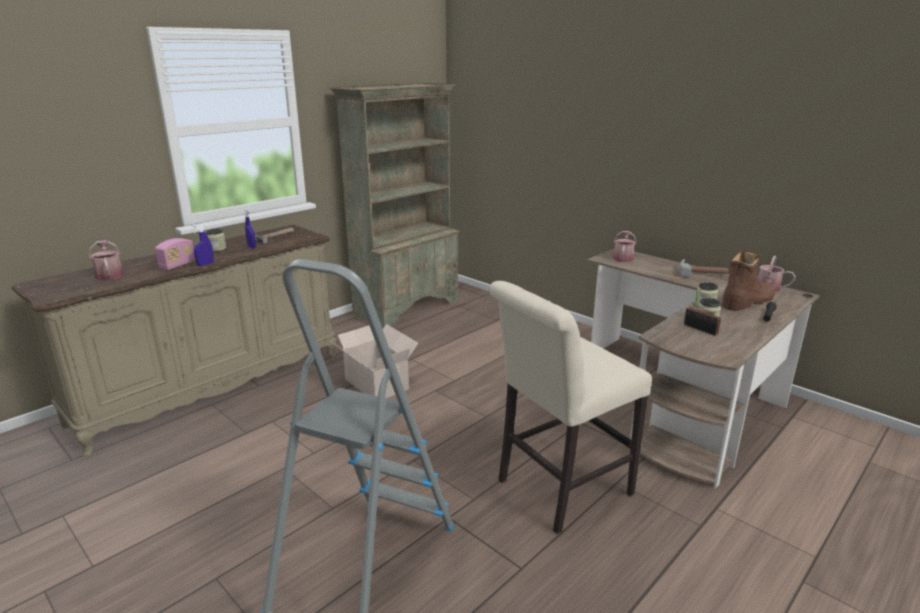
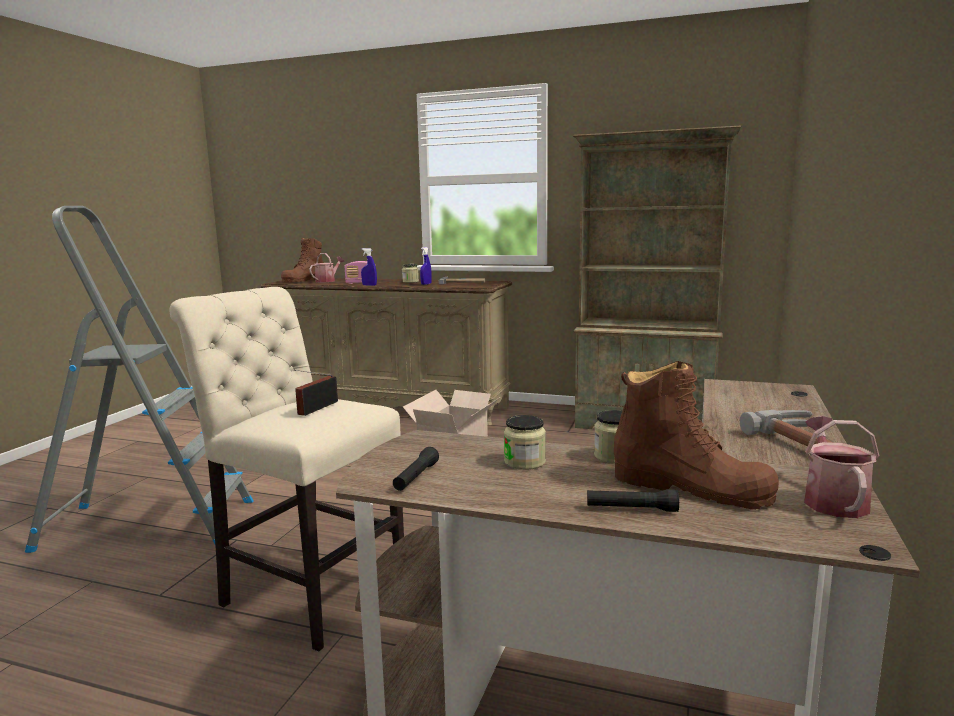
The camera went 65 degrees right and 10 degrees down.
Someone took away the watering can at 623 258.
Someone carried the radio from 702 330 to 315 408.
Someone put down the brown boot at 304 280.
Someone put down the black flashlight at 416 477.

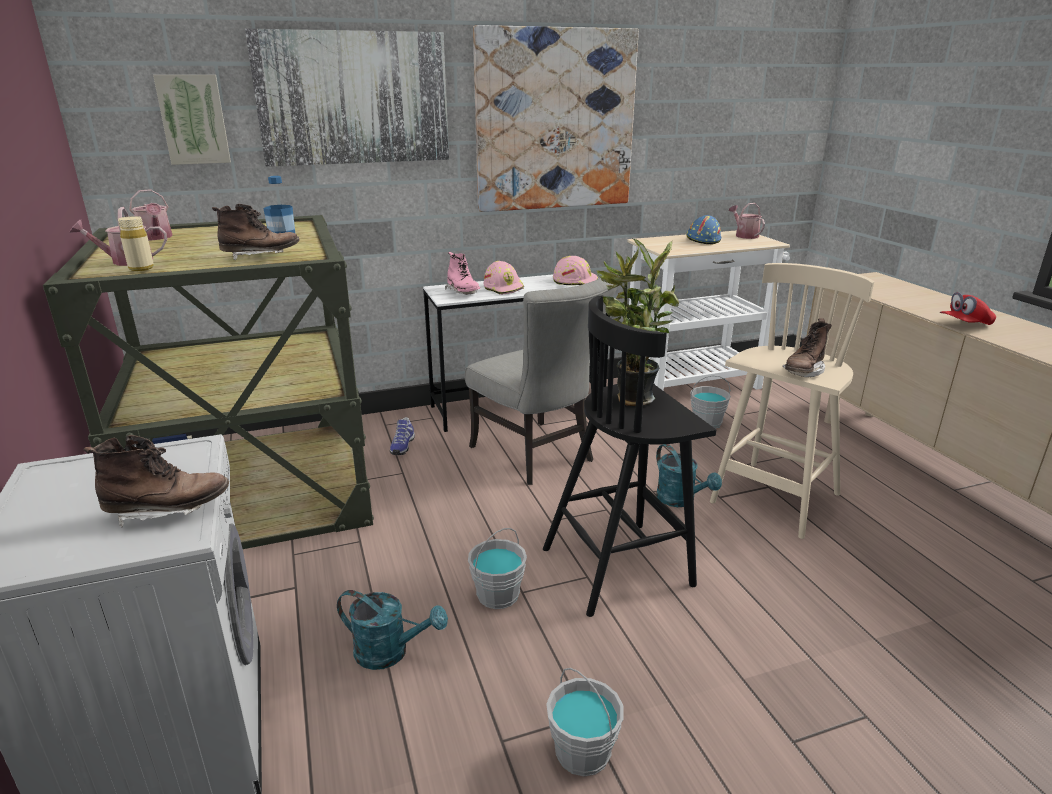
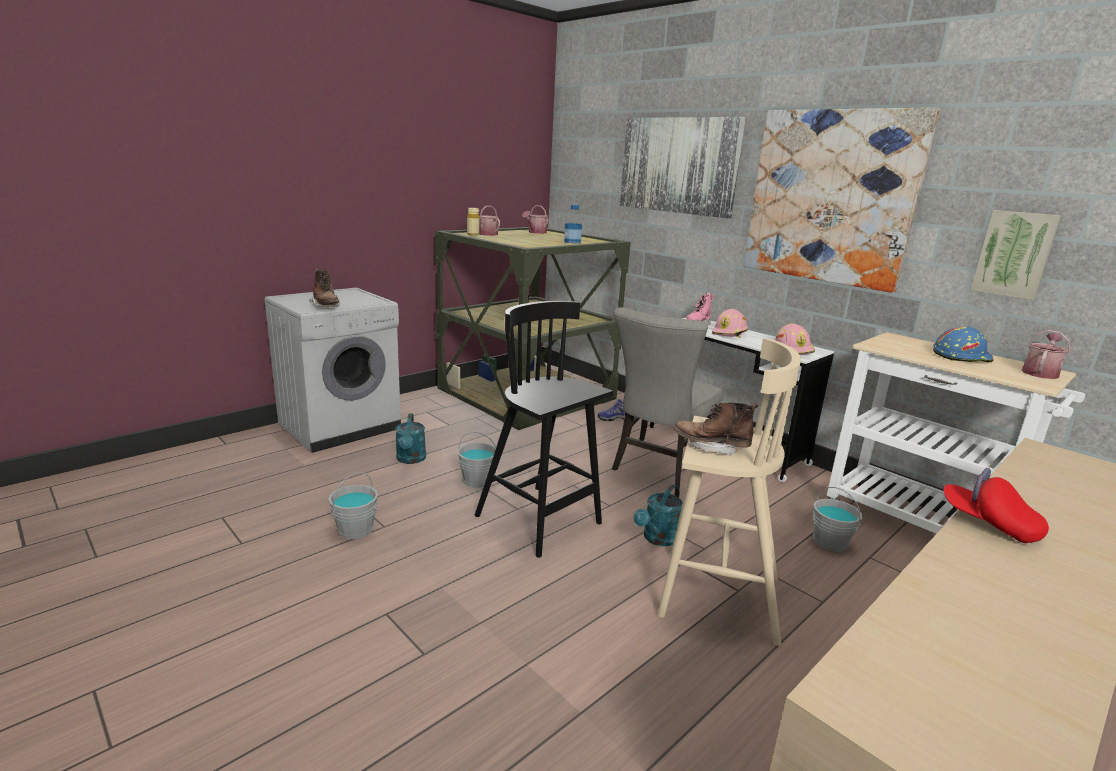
The camera went 65 degrees right and 5 degrees down.
Someone carried the picture from 193 119 to 1014 254.
Someone took away the brown boot at 261 256.
Someone took away the potted plant at 630 399.

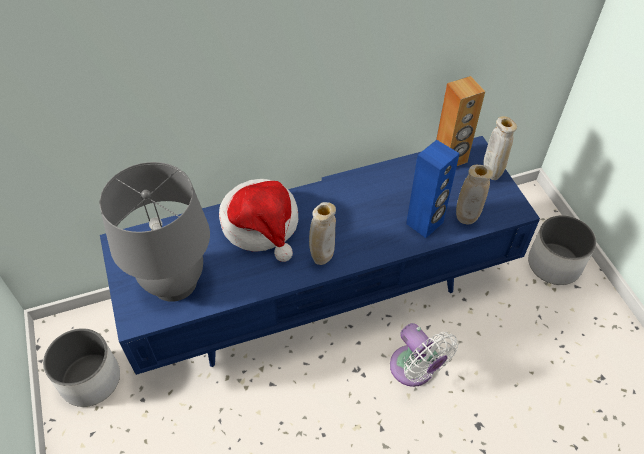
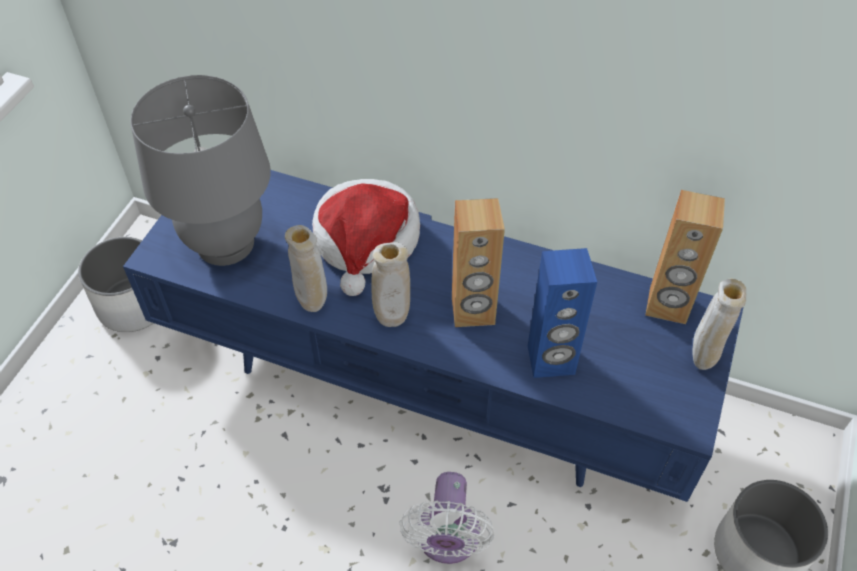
The camera went 40 degrees right and 0 degrees up.
Someone carried the beige vase from 466 219 to 313 303.
Someone put down the brown speaker at 473 311.

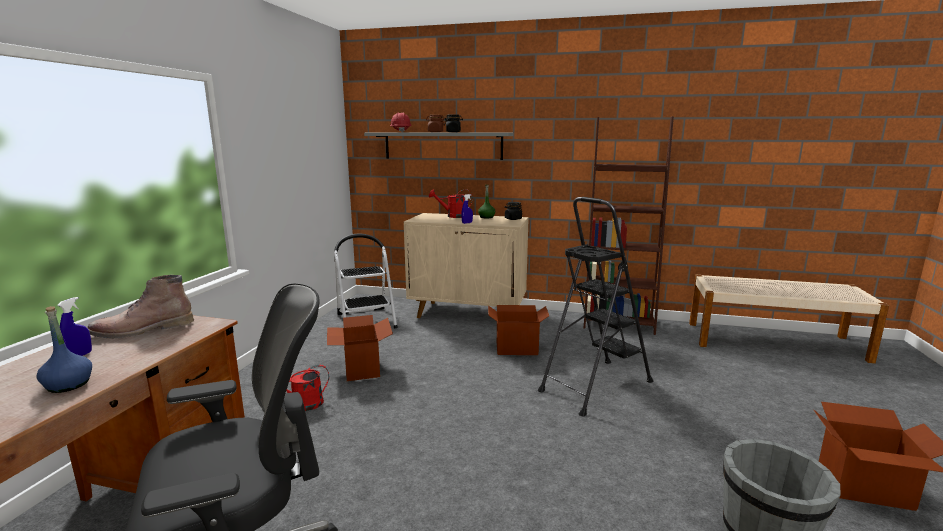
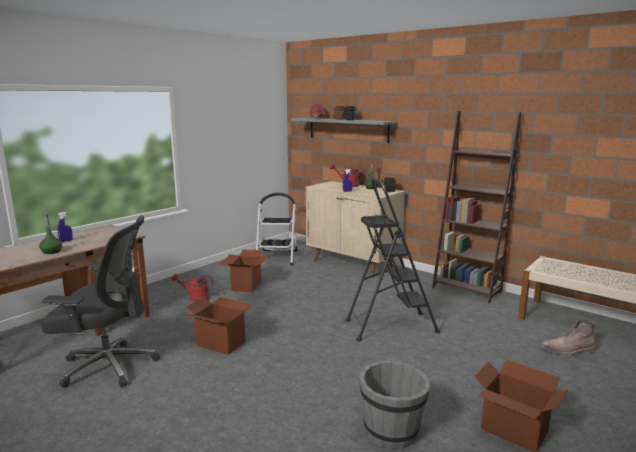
The camera went 25 degrees right and 0 degrees up.
Someone carried the brown boot from 142 330 to 567 350.
Someone carried the cardboard box from 516 348 to 221 343.
Someone repainted the blue bottle at 68 385, which became the green bottle at 52 251.

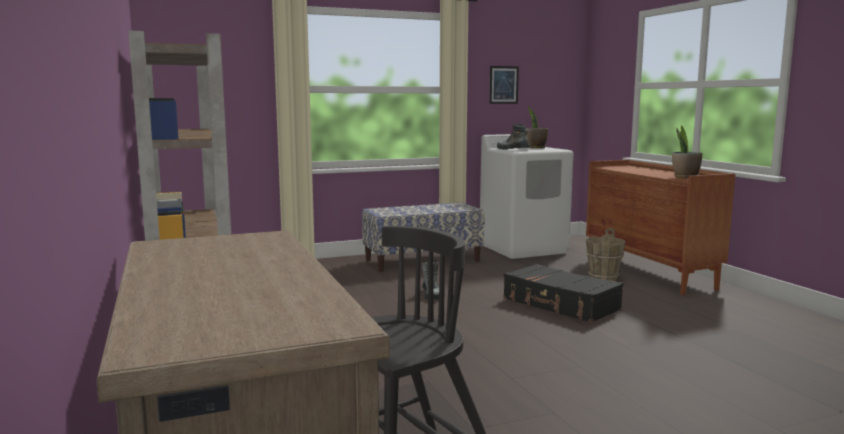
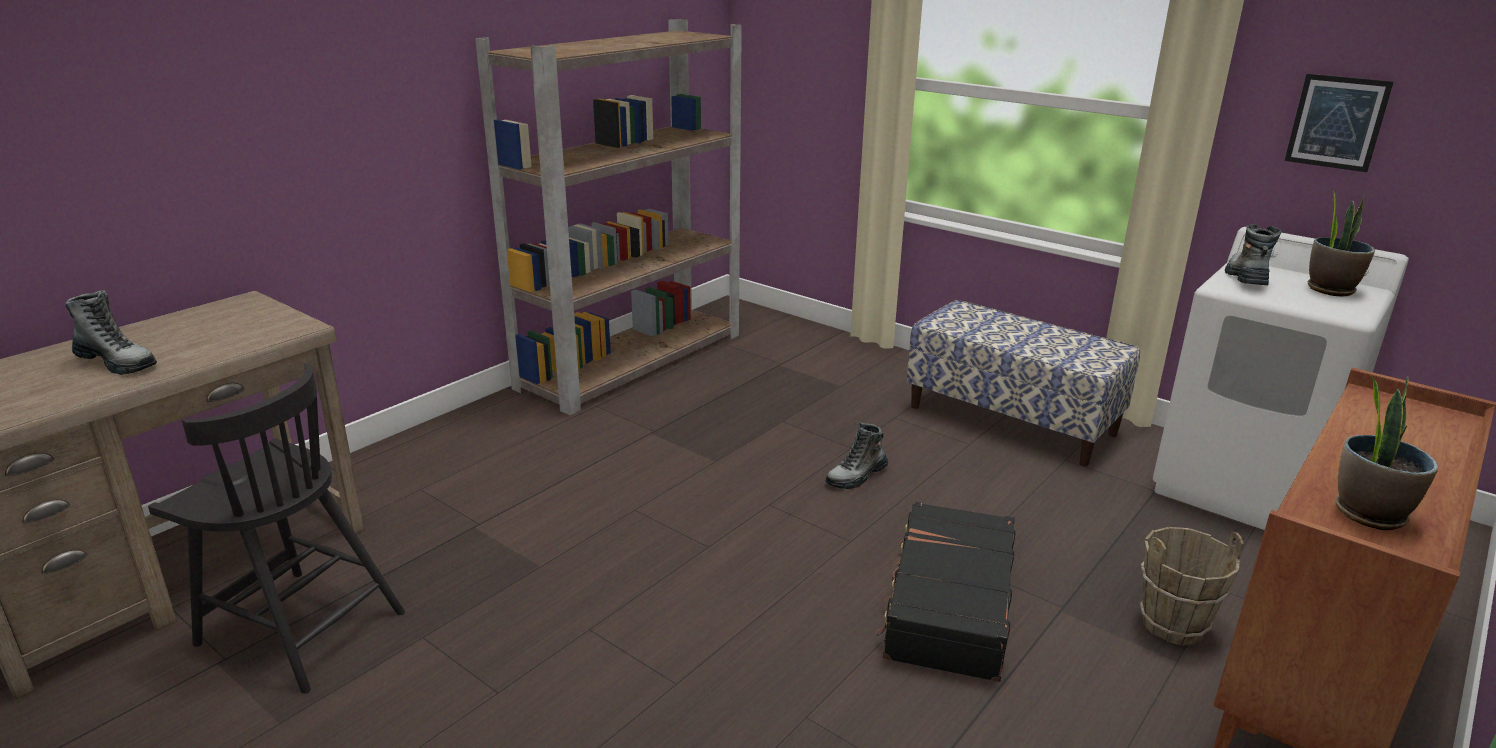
The camera went 60 degrees right and 15 degrees up.
Someone put down the boot at 117 363.

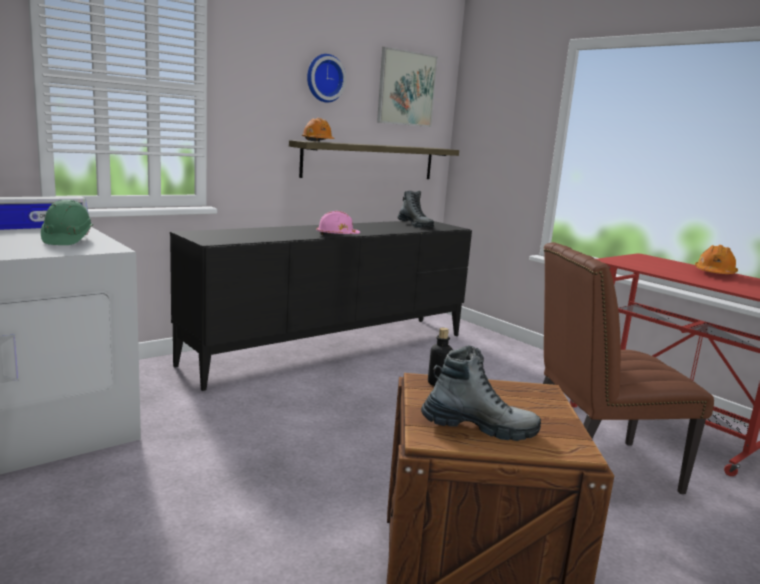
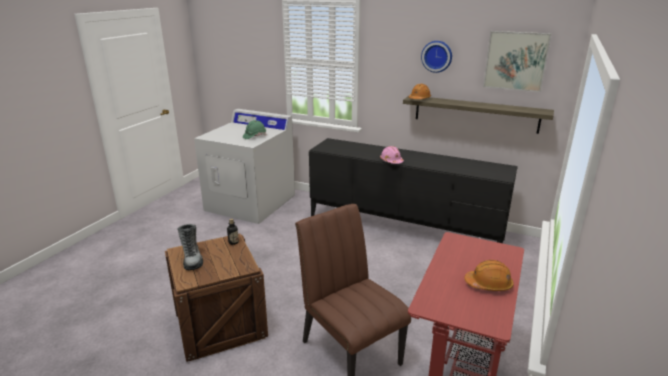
The camera went 65 degrees right and 10 degrees up.
Someone took away the boot at 415 225.

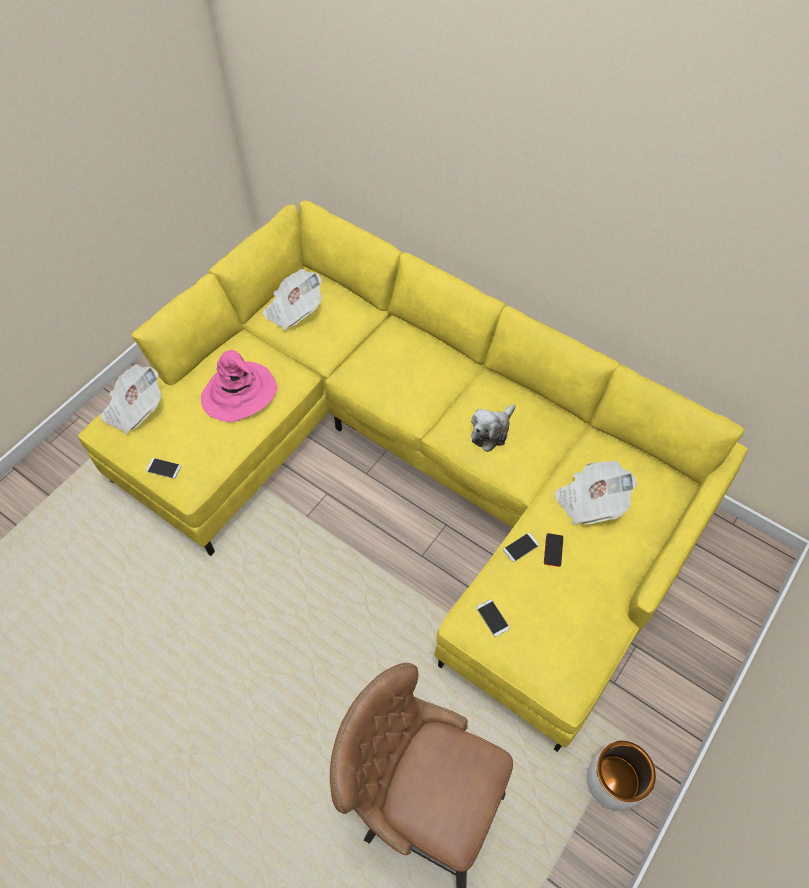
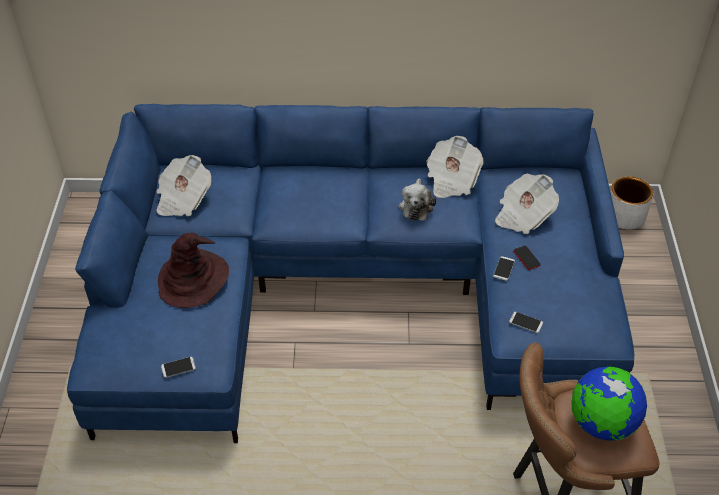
The camera went 35 degrees left and 10 degrees down.
Someone repainted the yellow sofa at 415 469, which became the blue sofa at 351 287.
Someone repainted the pink hat at 239 393, which became the brown hat at 193 280.
Someone carried the newspaper from 135 409 to 451 180.
Someone carried the white planter from 615 781 to 624 216.
Someone put down the globe at 601 423.

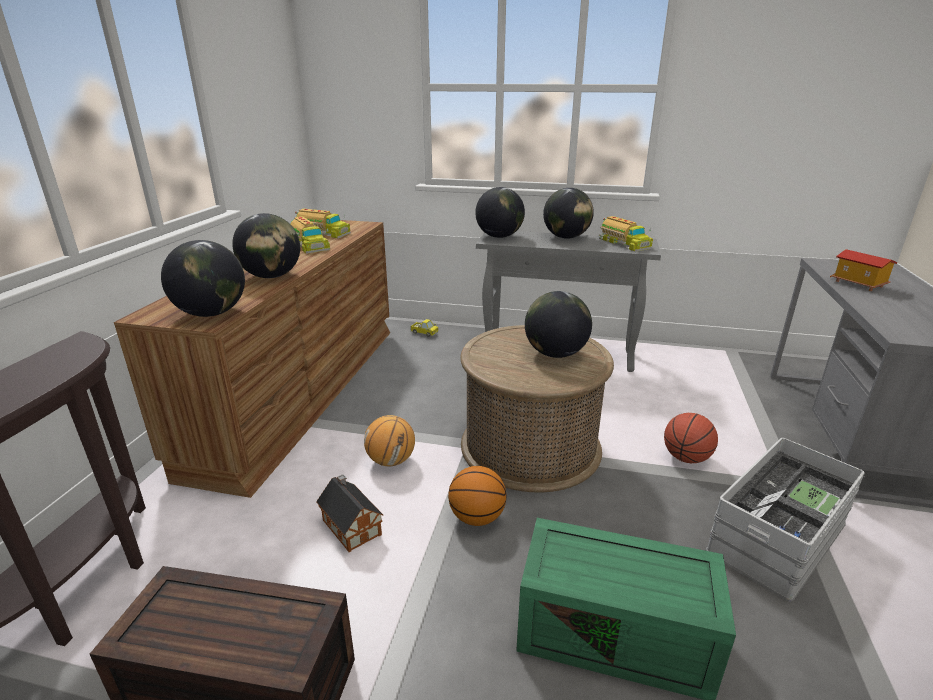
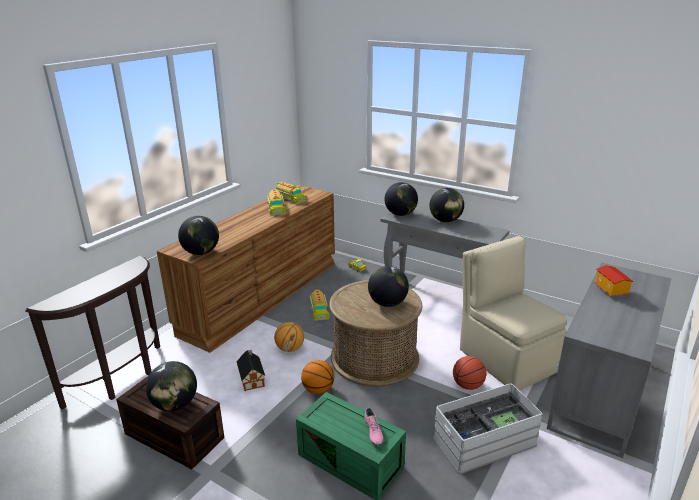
The camera went 20 degrees right and 0 degrees up.
Someone carried the globe from 271 276 to 175 404.
Someone carried the toy truck from 623 243 to 318 310.
Someone put down the beige chair at 505 359.
Someone put down the pink shoe at 373 432.

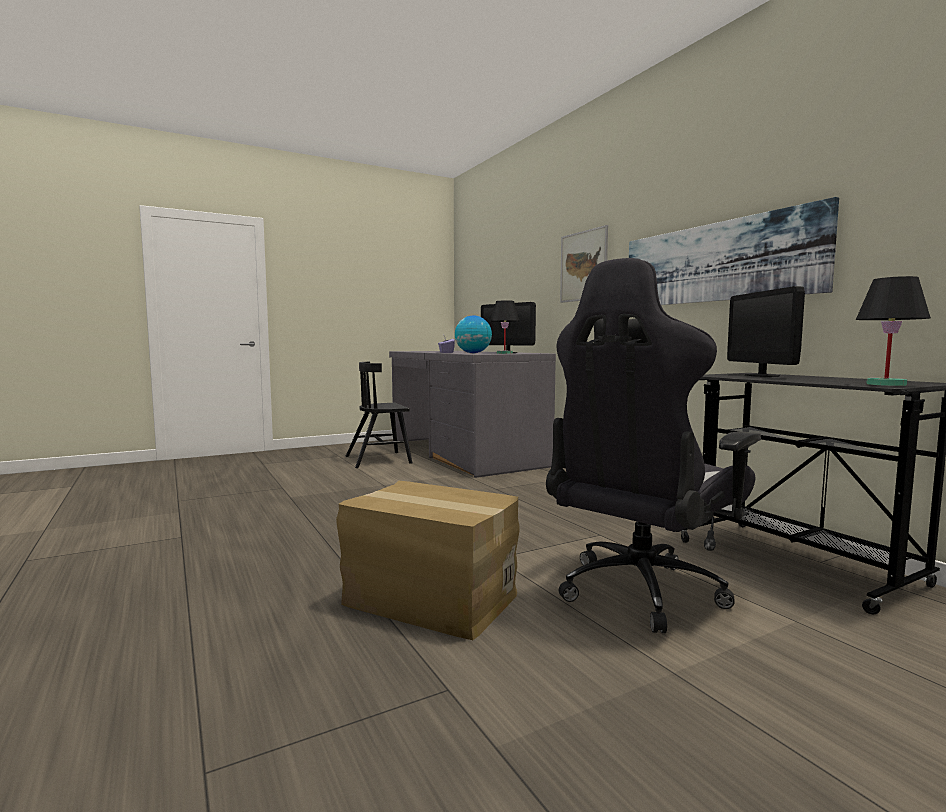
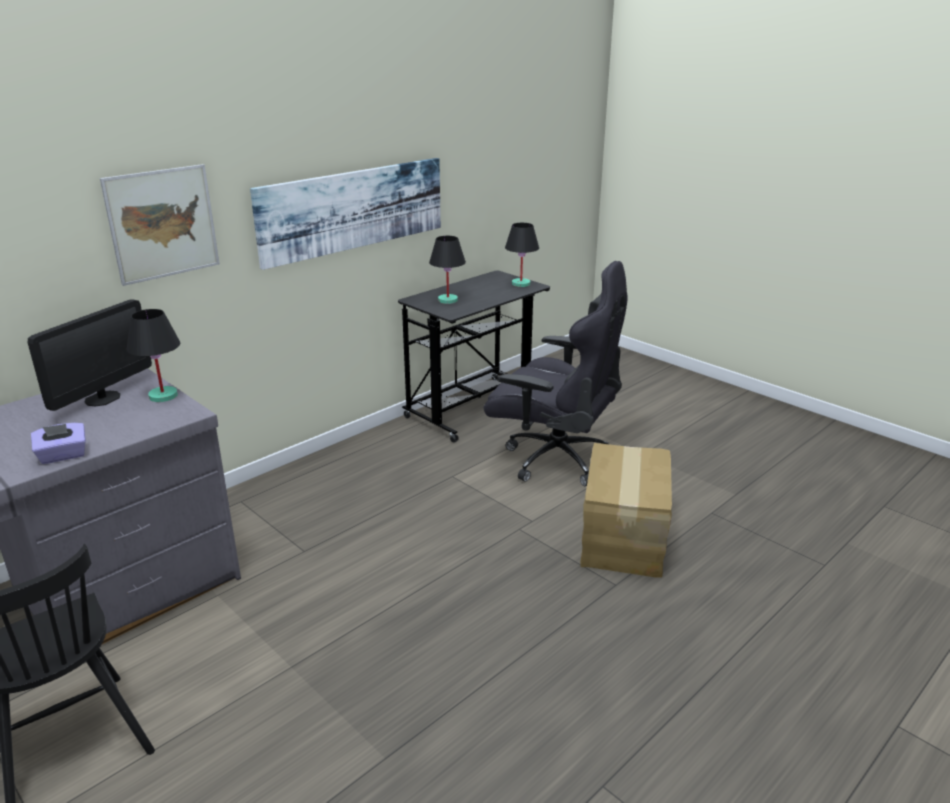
The camera went 105 degrees left and 20 degrees up.
Someone swapped the monitor at 762 375 for the black table lamp at 448 300.
Someone took away the globe at 473 353.

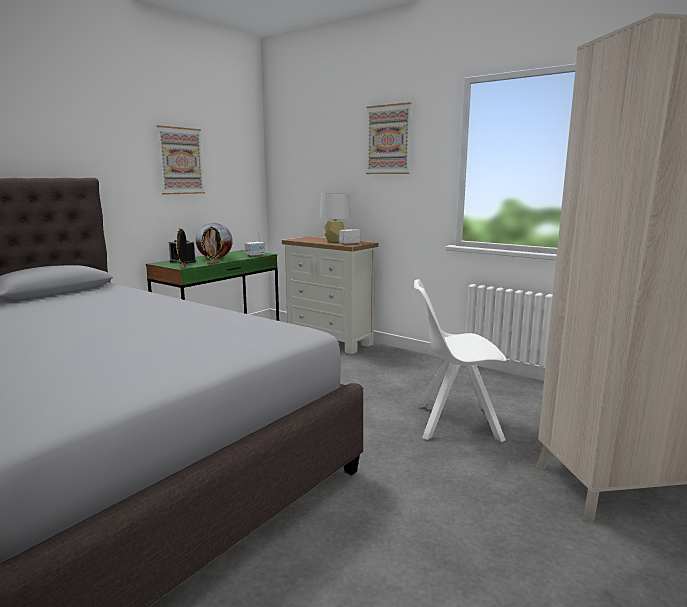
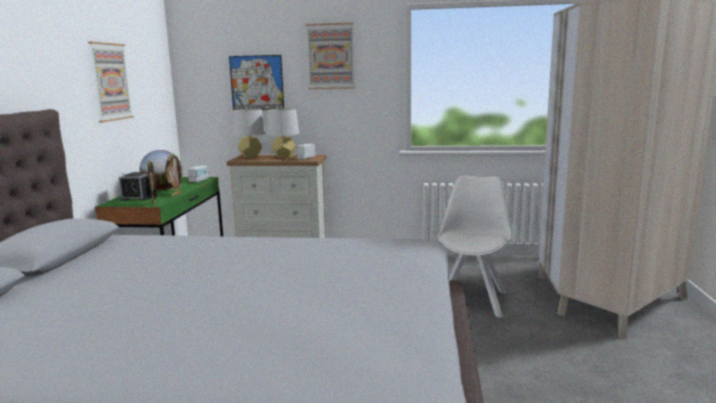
The camera went 30 degrees left and 0 degrees up.
Someone rotated the white chair at 454 422 by 135 degrees clockwise.
Someone put up the picture at 257 83.
Someone put down the grey table lamp at 250 156.

